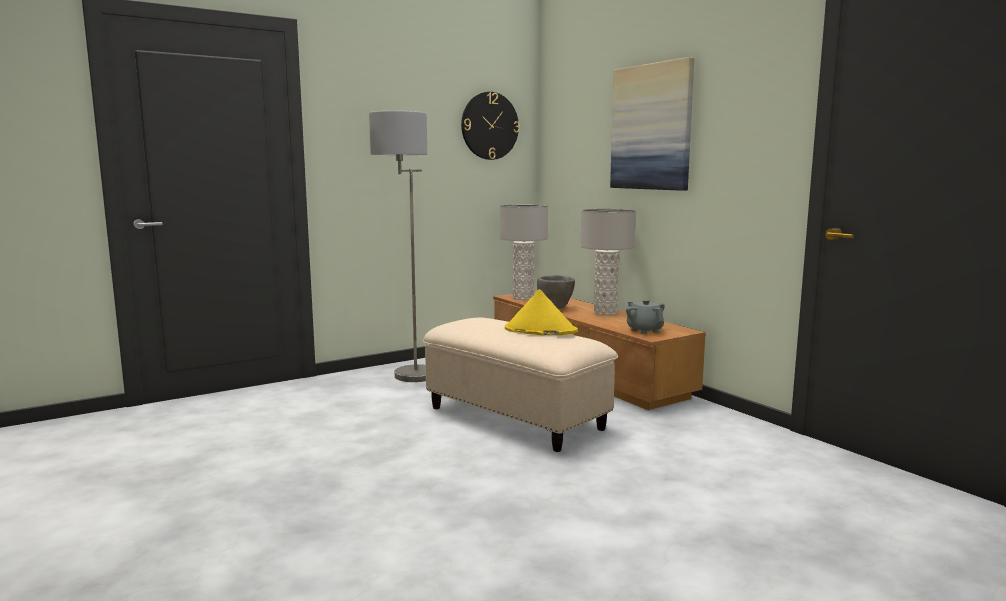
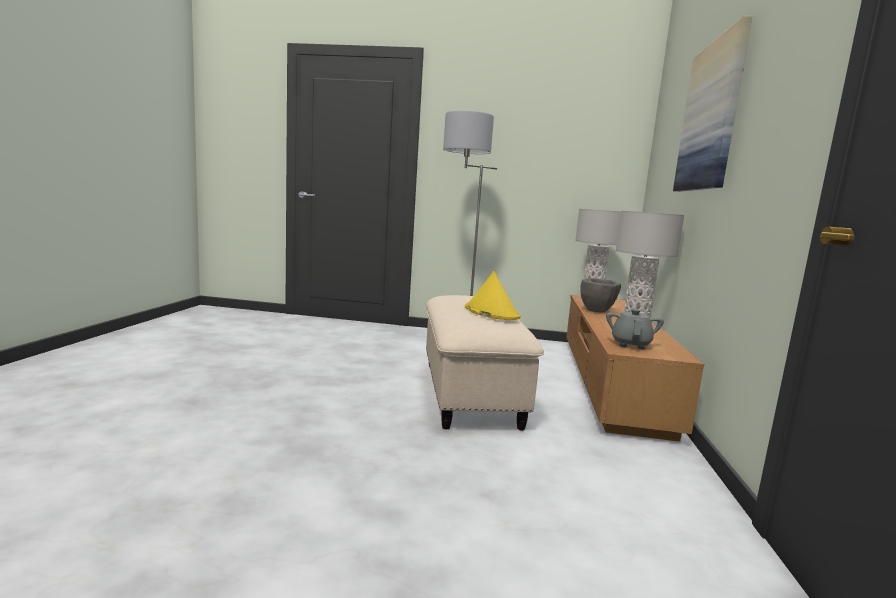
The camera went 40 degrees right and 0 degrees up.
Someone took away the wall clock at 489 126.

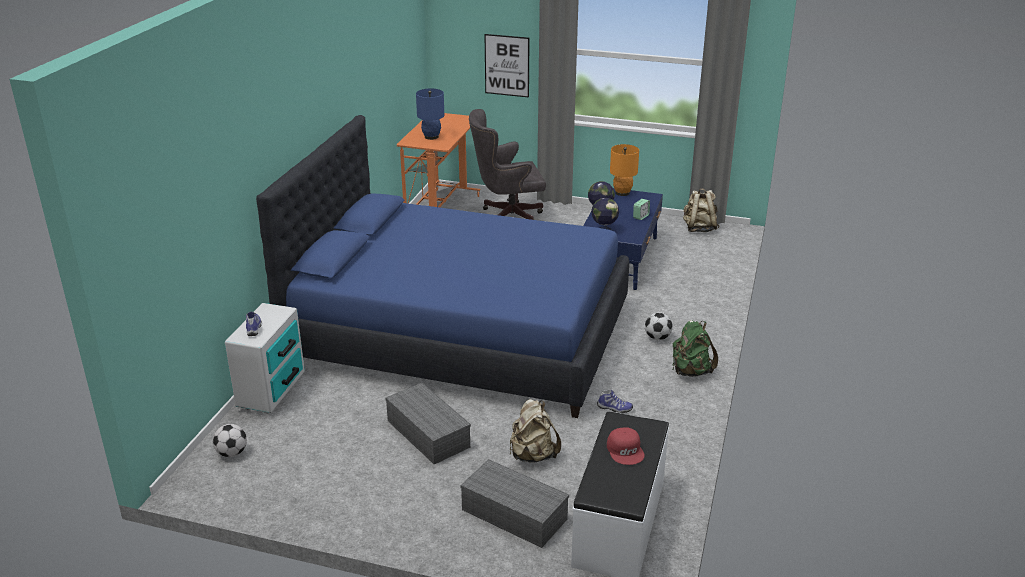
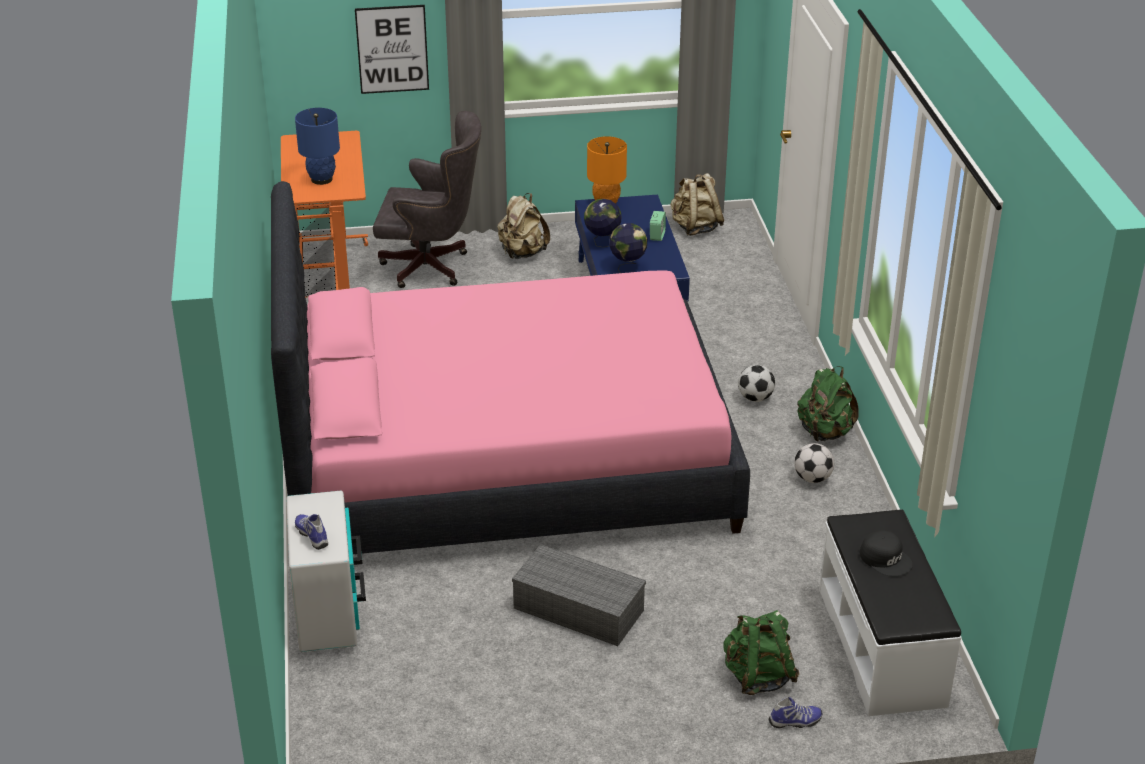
The camera went 25 degrees left and 5 degrees up.
Someone rotated the grey office chair at 507 216 by 135 degrees counterclockwise.
Someone repainted the blue bed at 459 333, which became the pink bed at 506 460.
Someone carried the shoe from 614 408 to 795 722.
Someone carried the beige backpack from 533 455 to 522 253.
Someone carried the football from 232 453 to 812 478.
Someone repainted the red cap at 626 450, which became the black cap at 886 558.
Someone swapped the grey storage box at 512 514 for the green backpack at 758 677.

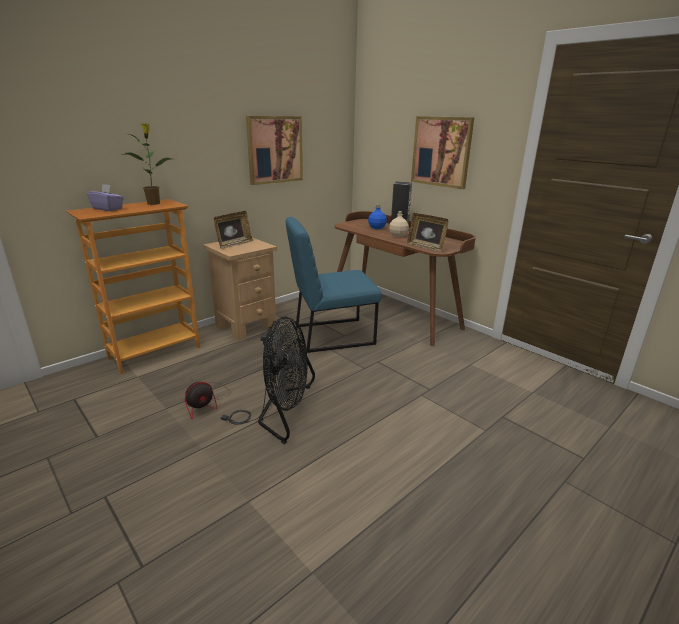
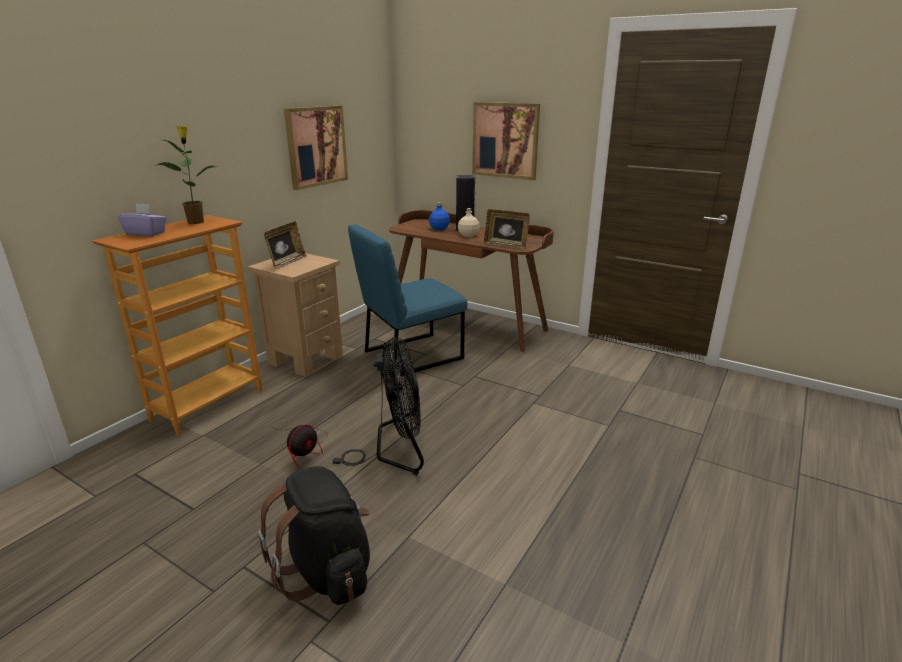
The camera went 15 degrees left and 0 degrees up.
Someone put down the black backpack at 327 571.

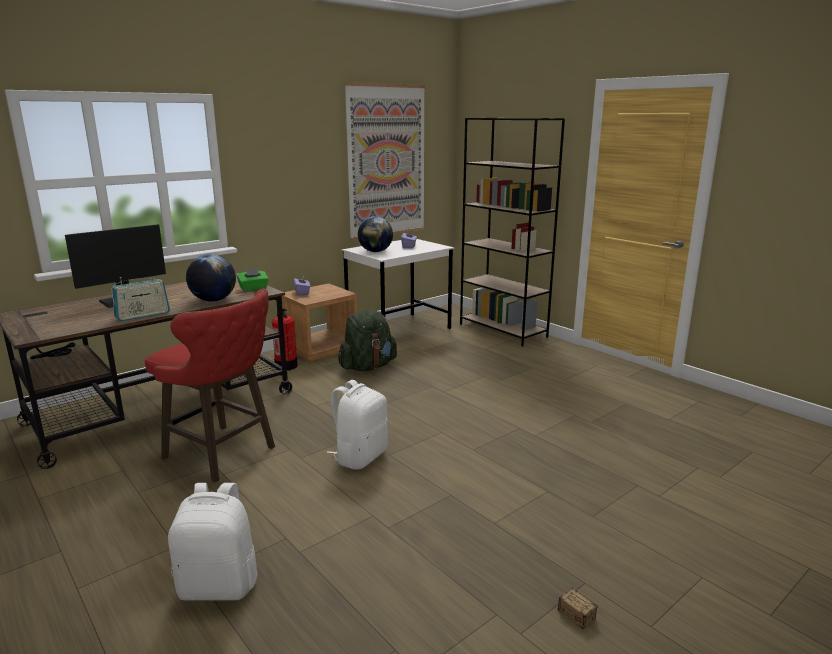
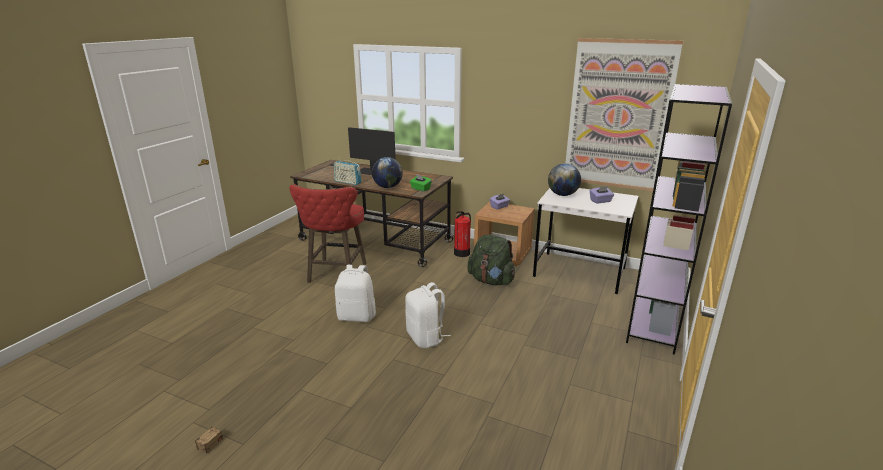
The camera went 65 degrees right and 5 degrees up.
Someone repainted the beige bookcase at 503 330, which became the purple bookcase at 654 323.
Someone carried the white backpack from 219 585 to 426 338.

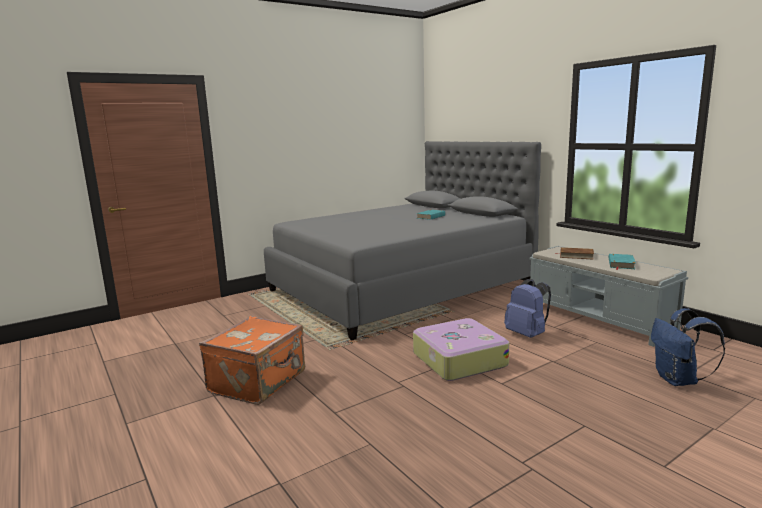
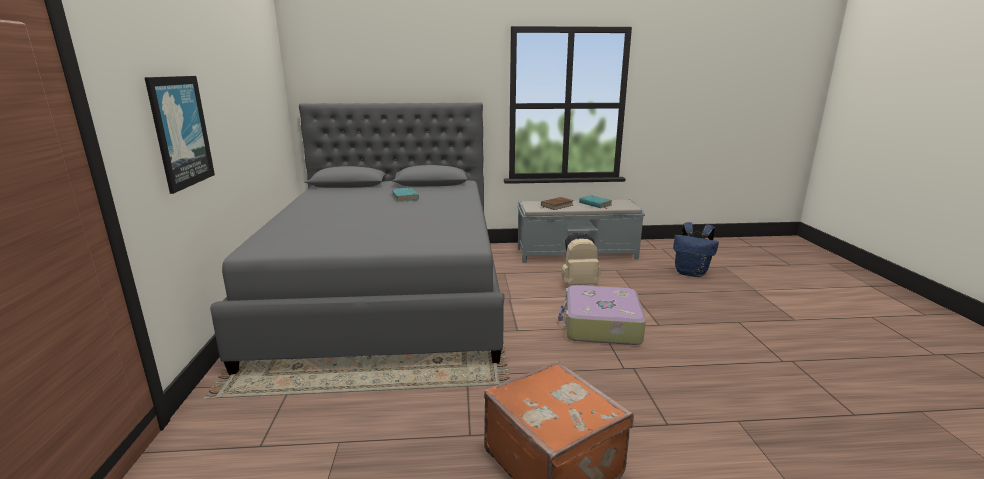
The camera went 60 degrees left and 5 degrees up.
Someone repainted the blue backpack at 527 334, which became the beige backpack at 579 284.
Someone put up the picture at 180 132.

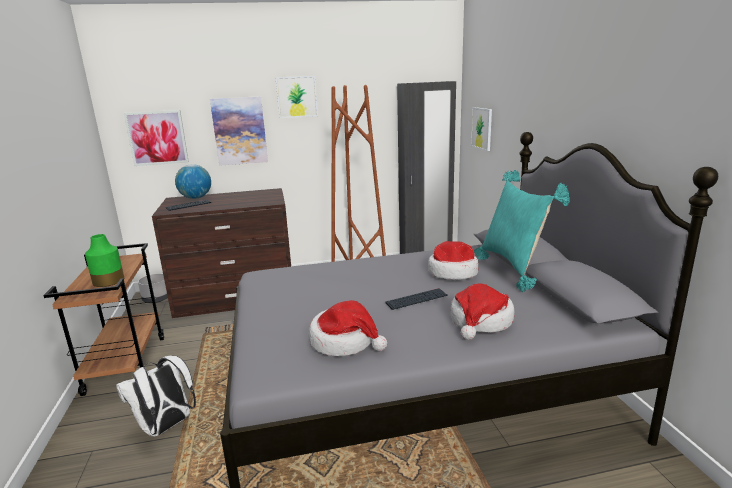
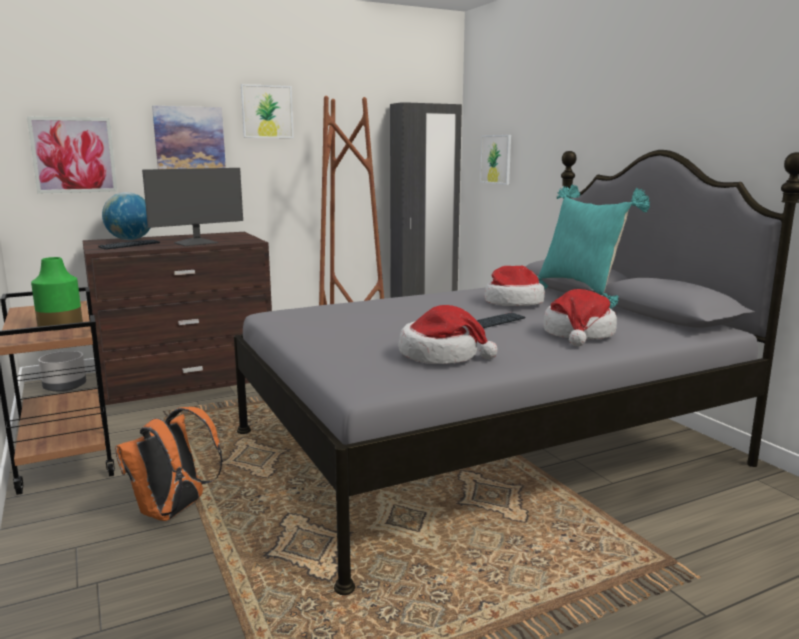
The camera went 15 degrees left and 5 degrees down.
Someone repainted the white backpack at 166 427, which became the orange backpack at 173 512.
Someone put down the monitor at 196 243.

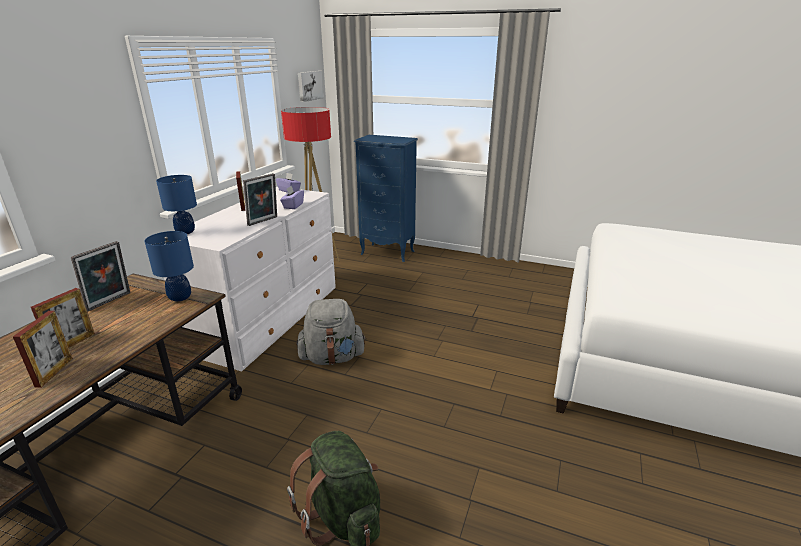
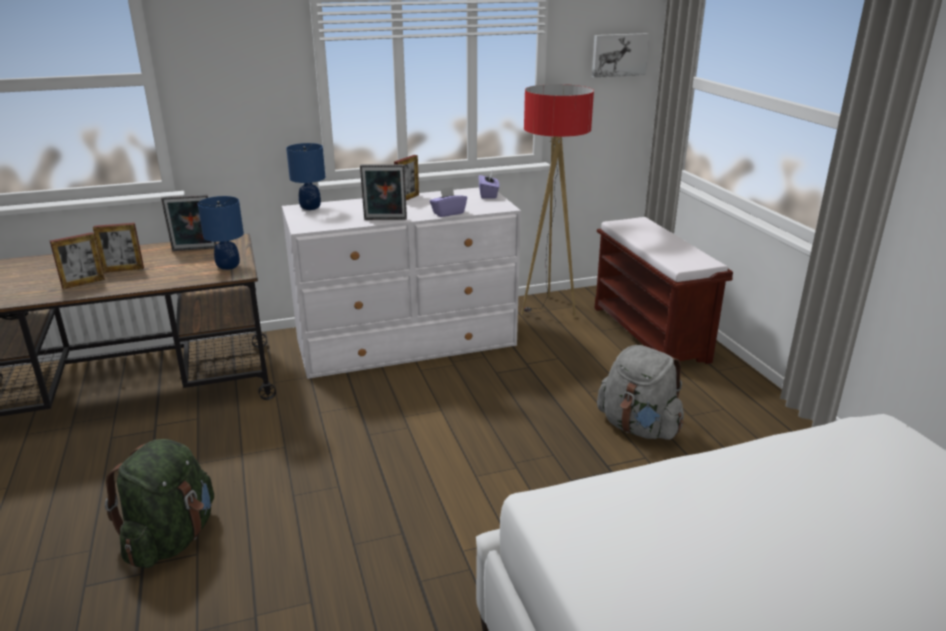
The camera went 50 degrees right and 0 degrees up.
Someone swapped the blue dresser at 386 253 for the brown bench at 650 334.
Someone carried the grey backpack from 332 357 to 639 427.

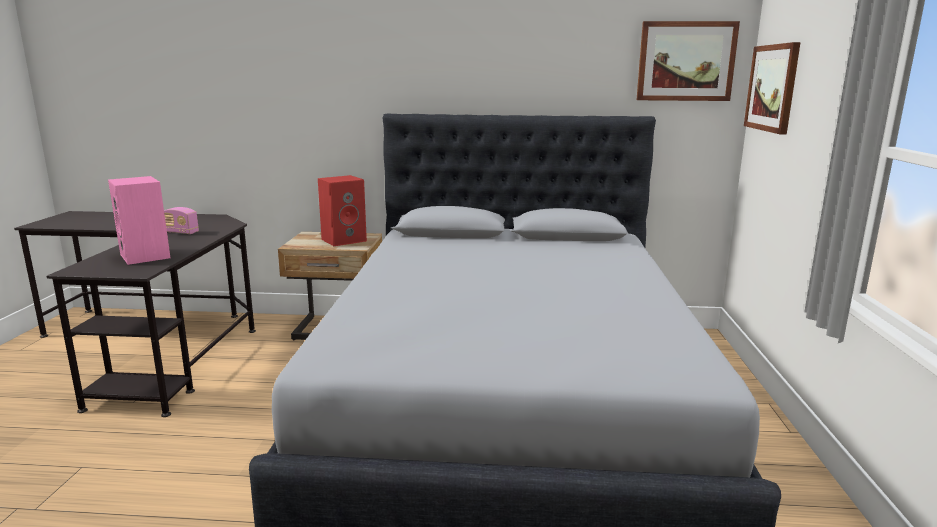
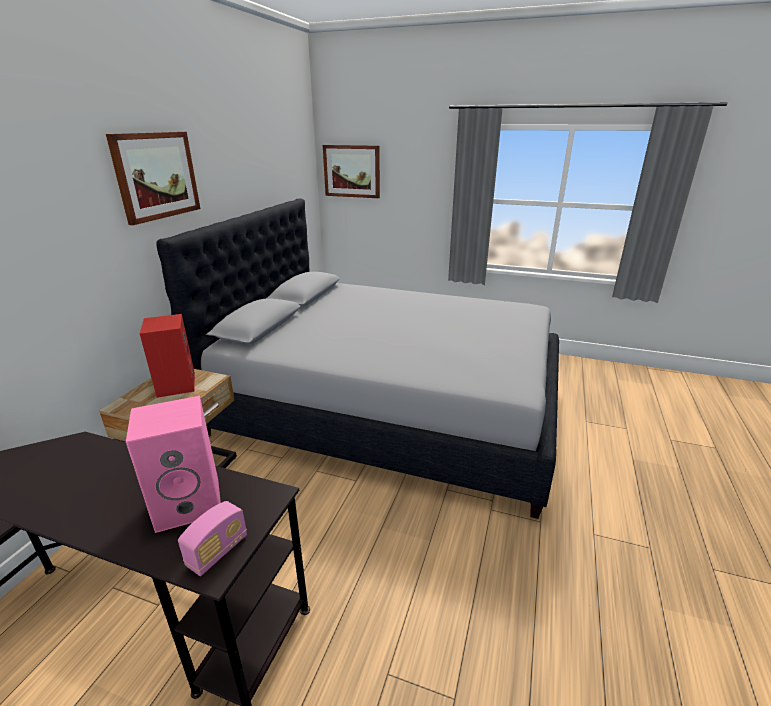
The camera went 75 degrees left and 10 degrees up.
Someone carried the picture from 686 61 to 156 176.
Someone carried the radio from 181 232 to 217 551.

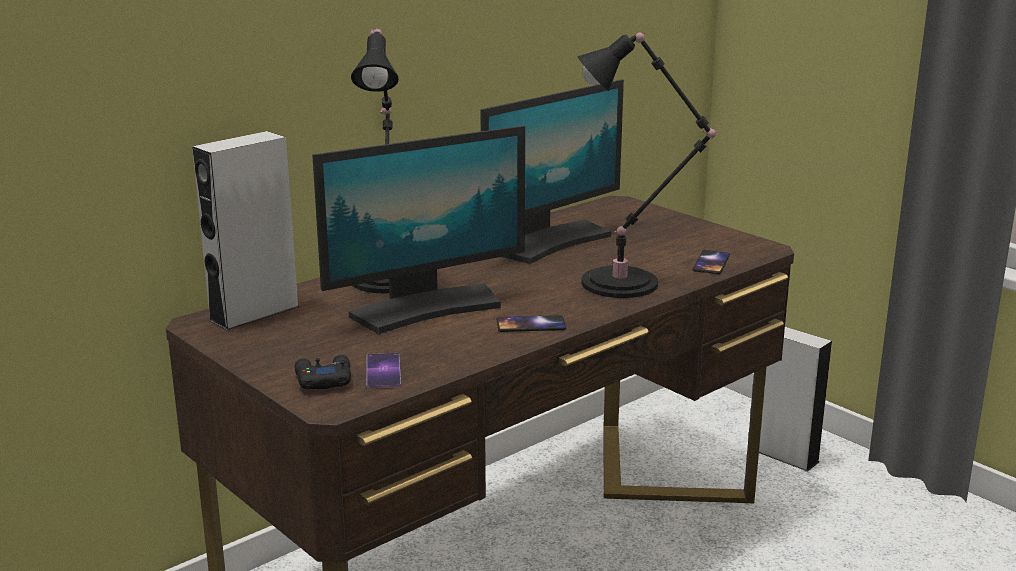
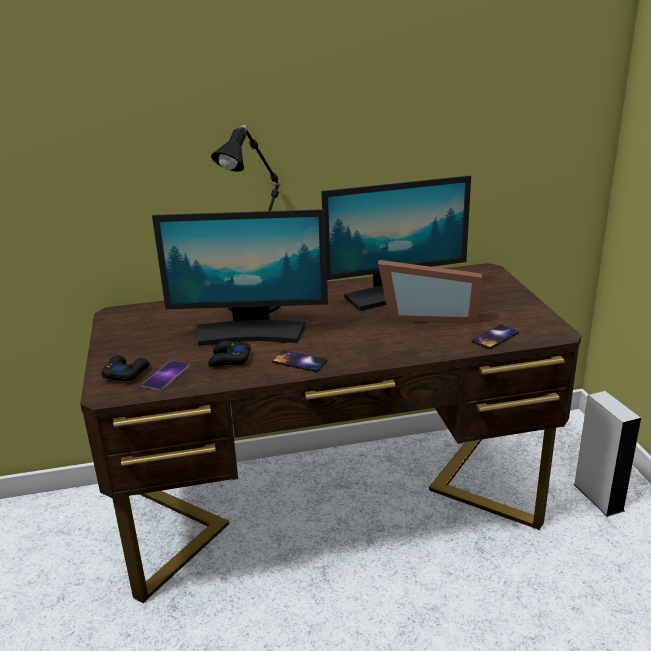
The camera went 30 degrees right and 5 degrees up.
Someone took away the black table lamp at 626 283.
Someone took away the grey speaker at 254 313.
Someone put down the picture frame at 428 316.
Someone put down the black game controller at 229 359.

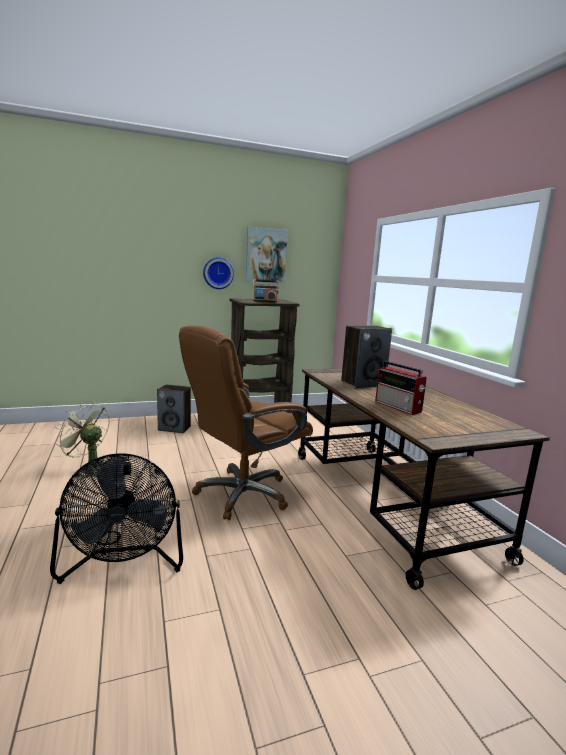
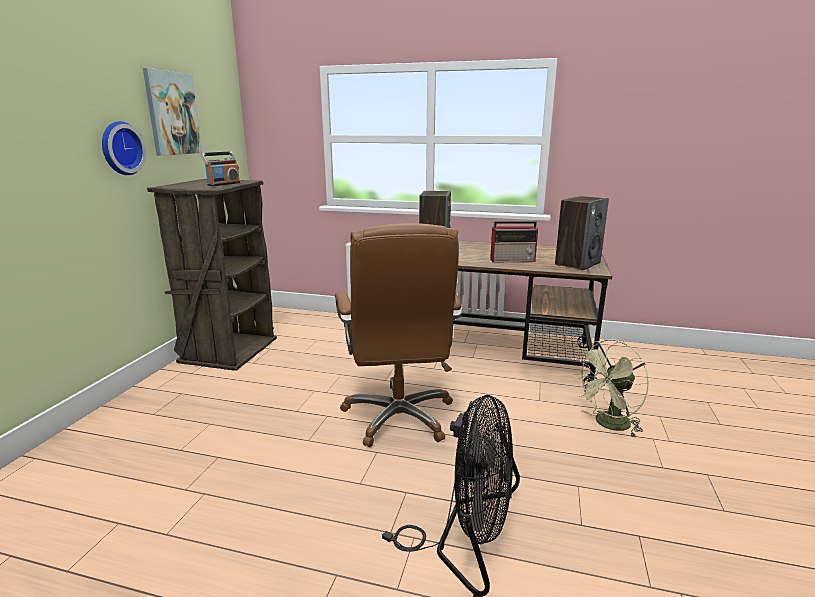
The camera went 55 degrees left and 5 degrees up.
Someone carried the speaker from 175 428 to 577 263.
Someone carried the green fan from 88 467 to 608 425.

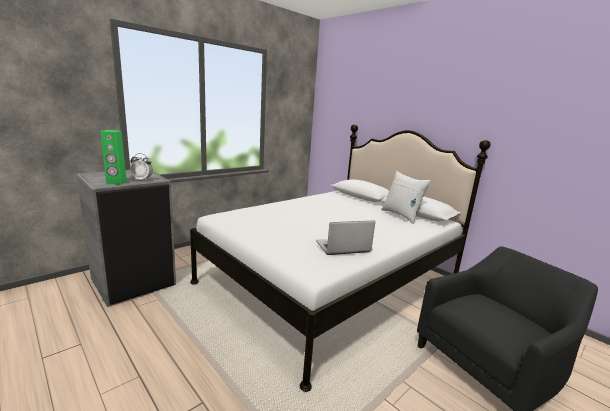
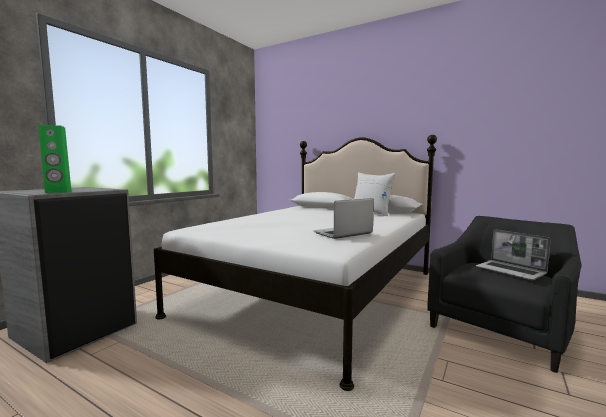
The camera went 15 degrees left and 10 degrees down.
Someone took away the alarm clock at 142 179.
Someone put down the laptop at 511 271.

